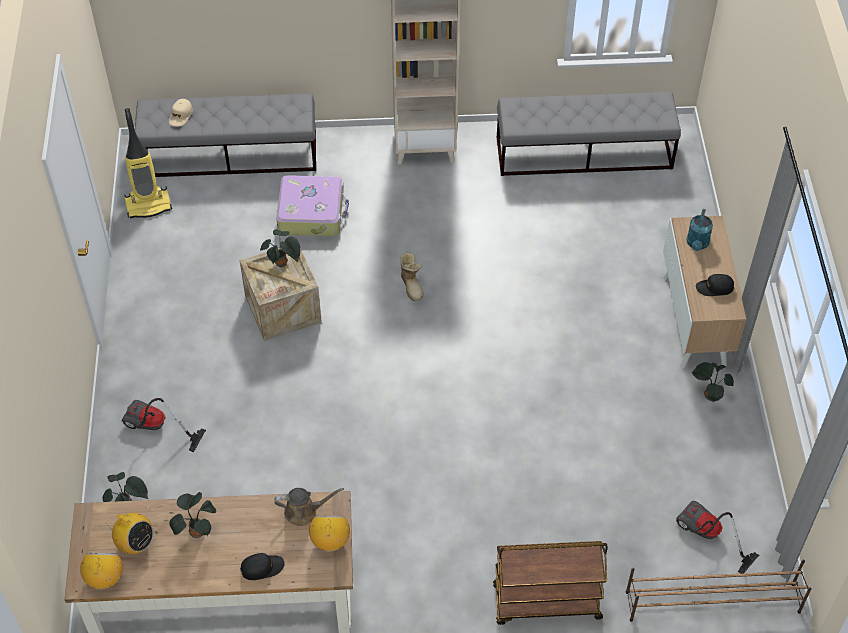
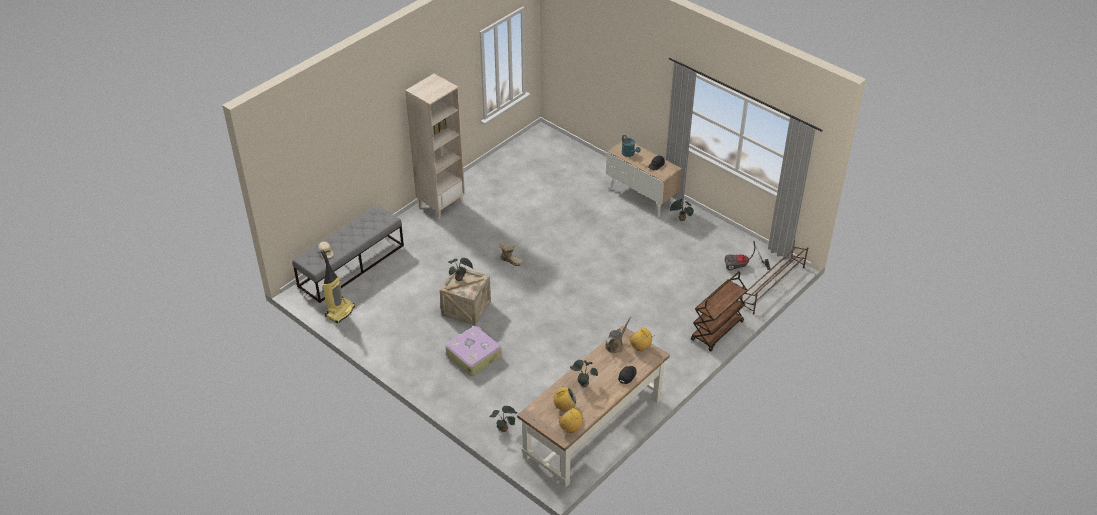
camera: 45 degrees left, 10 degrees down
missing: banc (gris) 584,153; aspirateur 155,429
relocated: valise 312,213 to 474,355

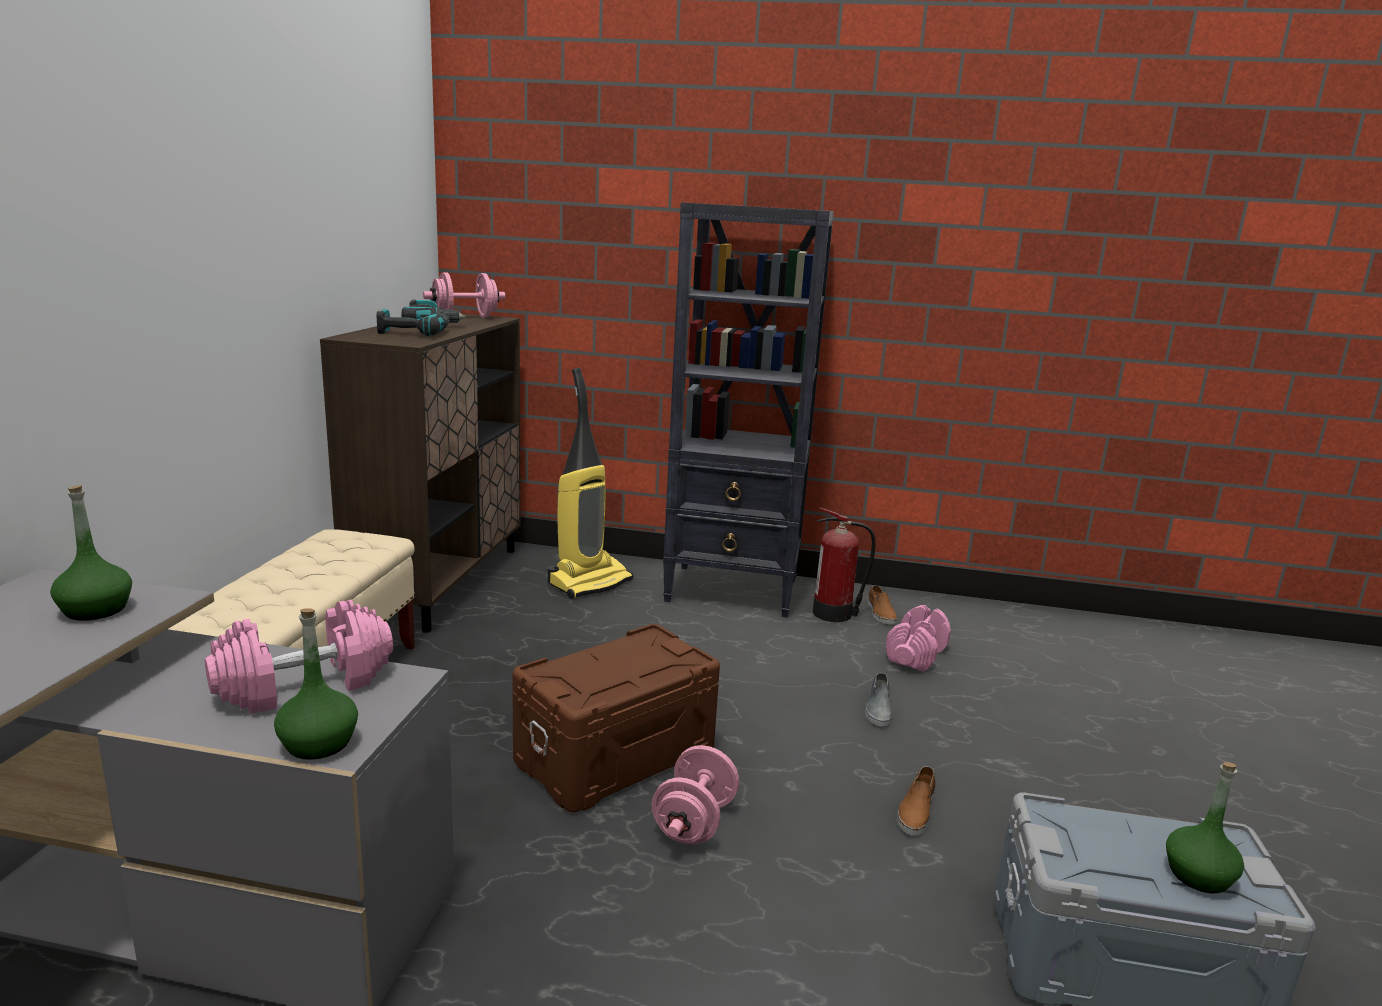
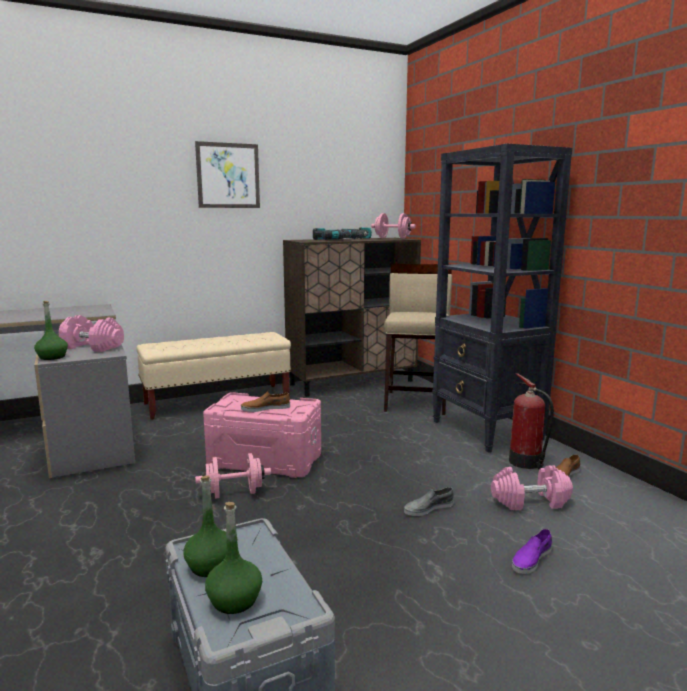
camera: 55 degrees right, 5 degrees down
appeared: tableau 228,175; chaussure (violet) 531,559
relocated: bouteille (vert) 95,610 to 210,566; chaussure (marron) 916,810 to 265,408
exchanged: aspirateur 590,582 to tabouret (beige) 416,402
colour: boîte de rangement (marron) 616,756 to boîte de rangement (rose) 265,460

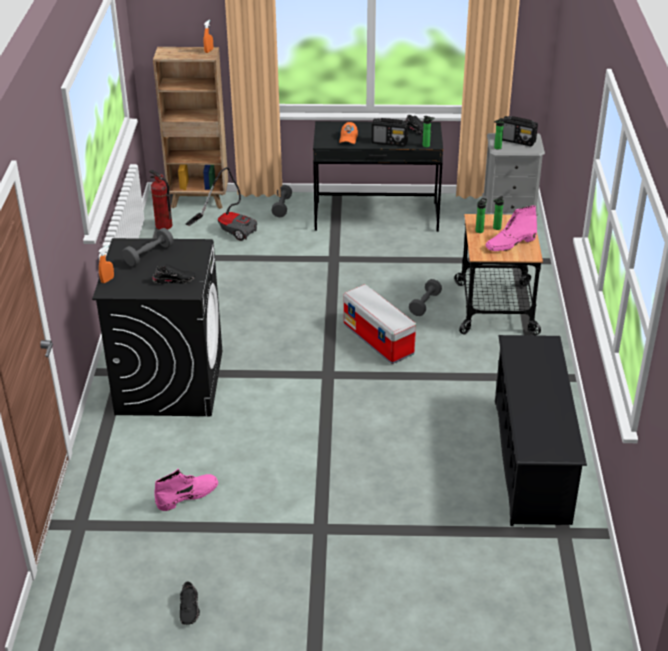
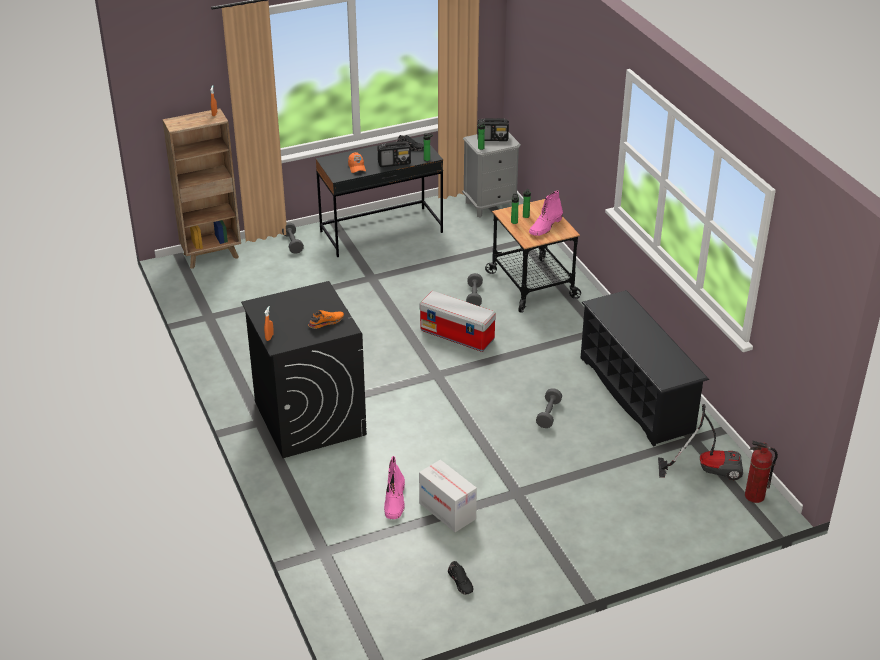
camera: 25 degrees left, 0 degrees up
appeared: carton 447,511
relocated: aspirateur 229,228 to 707,468; extincteur 163,226 to 754,496; haltère (gris) 149,255 to 548,414
colour: chaussure (noir) 174,279 to chaussure (orange) 326,322
spun: botte (rose) 188,495 = 395,501 150 degrees clockwise

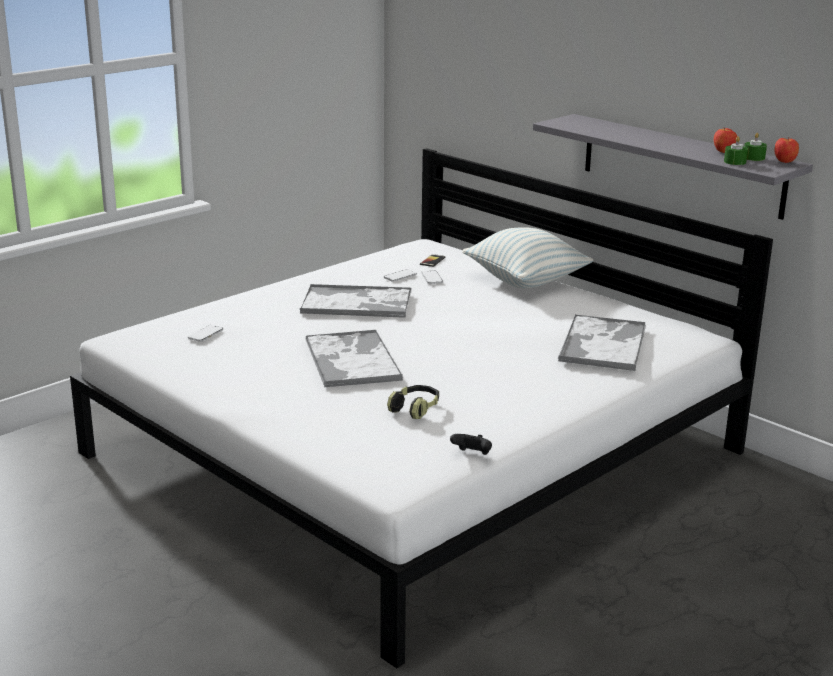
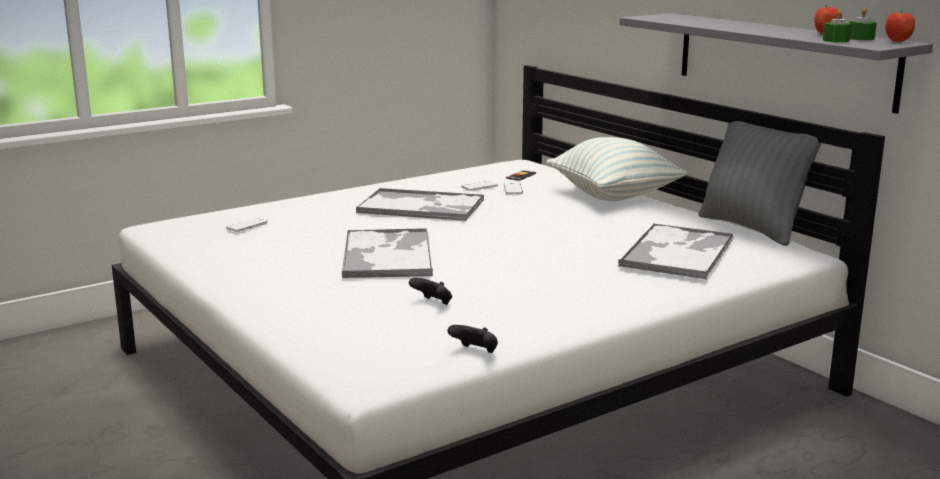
camera: 10 degrees right, 5 degrees down
appeared: coussin (gris) 752,228
exchanged: casque audio 415,409 to manette (noir) 433,303

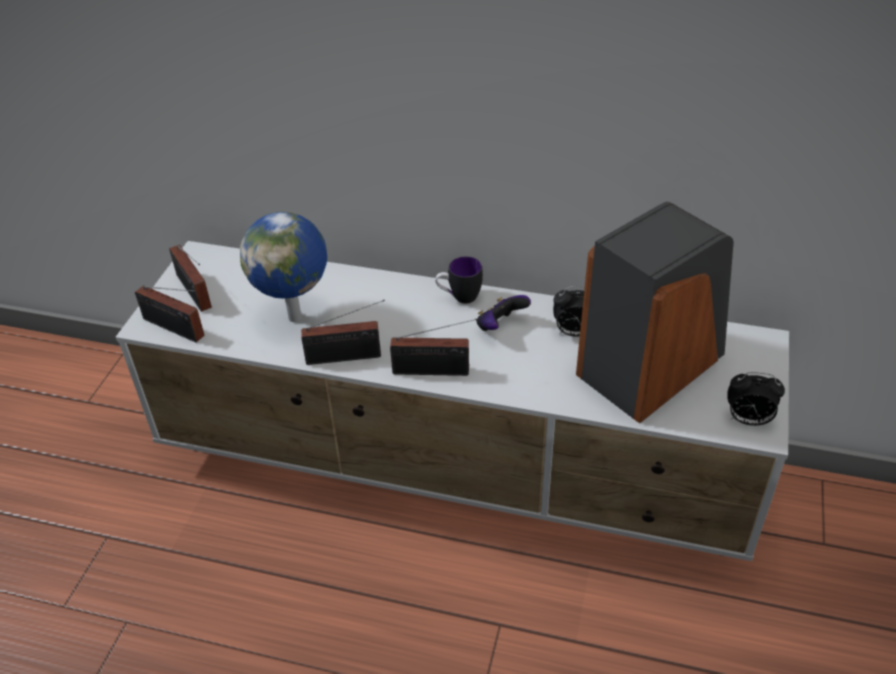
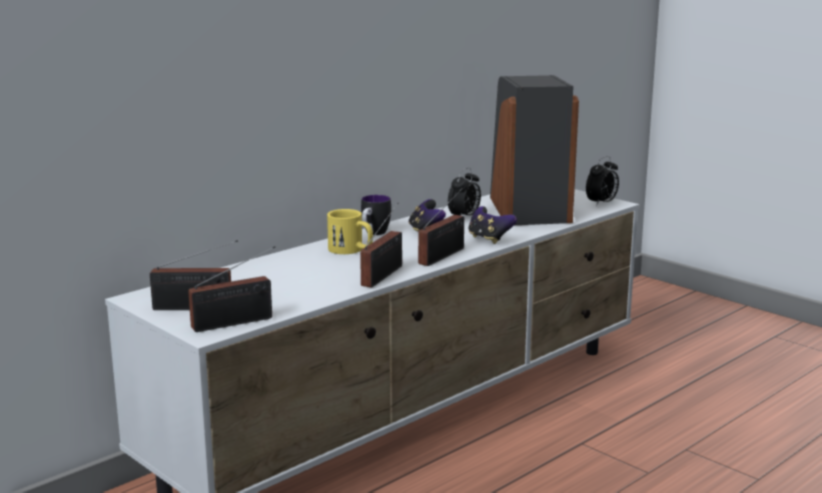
camera: 60 degrees left, 25 degrees down
missing: globe 296,317
appeared: manette 489,239; mug (jaune) 351,250

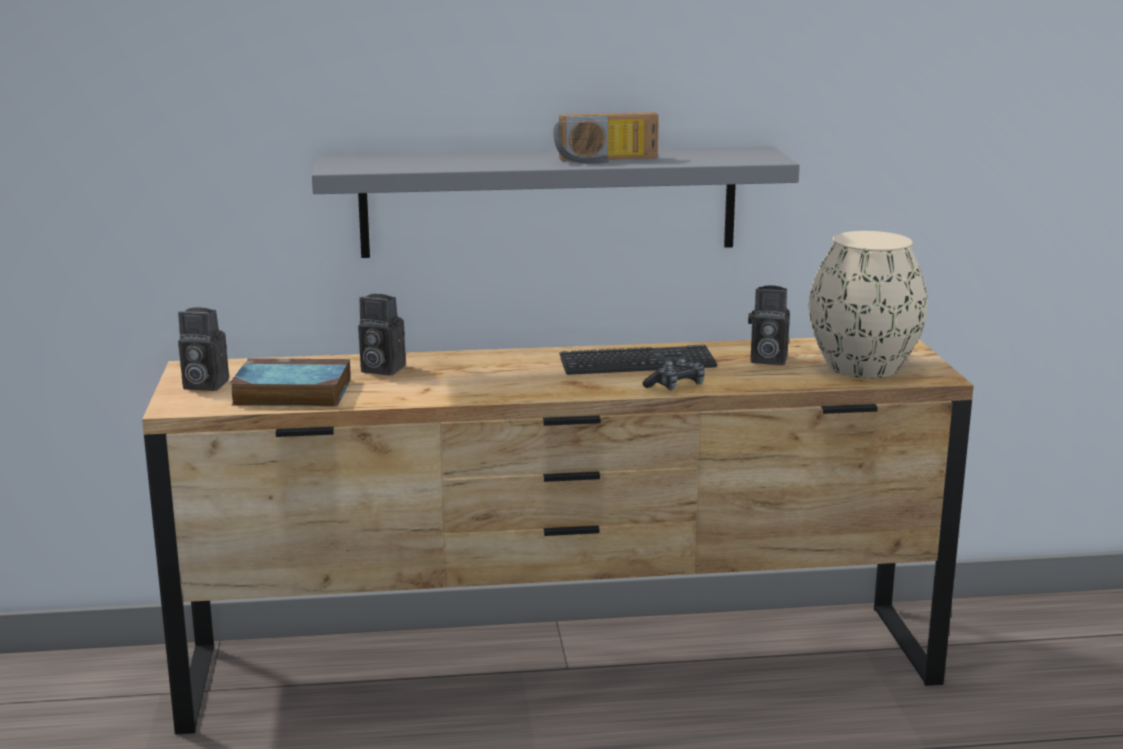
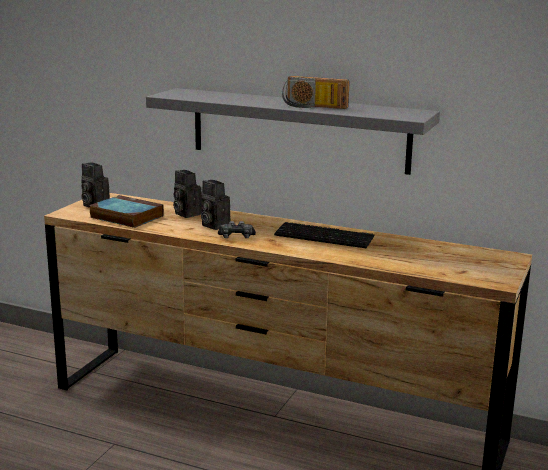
camera: 30 degrees right, 0 degrees up
missing: vase (beige) 863,367
relocated: appareil photo 766,359 to 213,225; manette 676,386 to 236,237

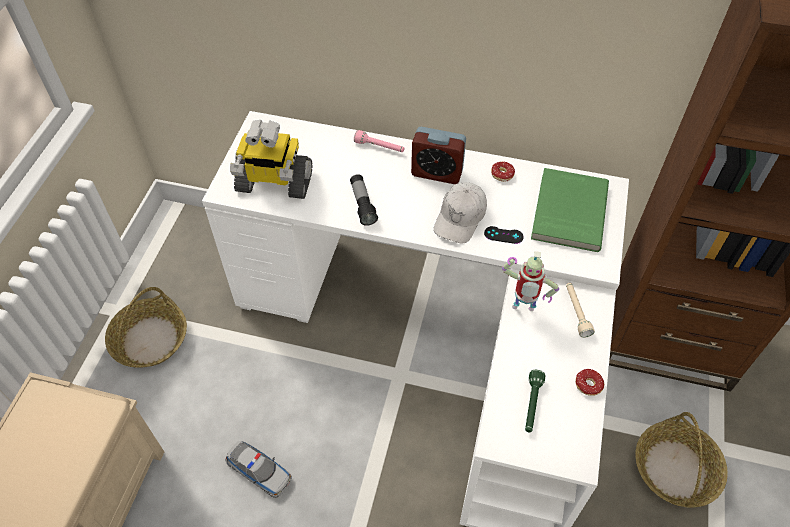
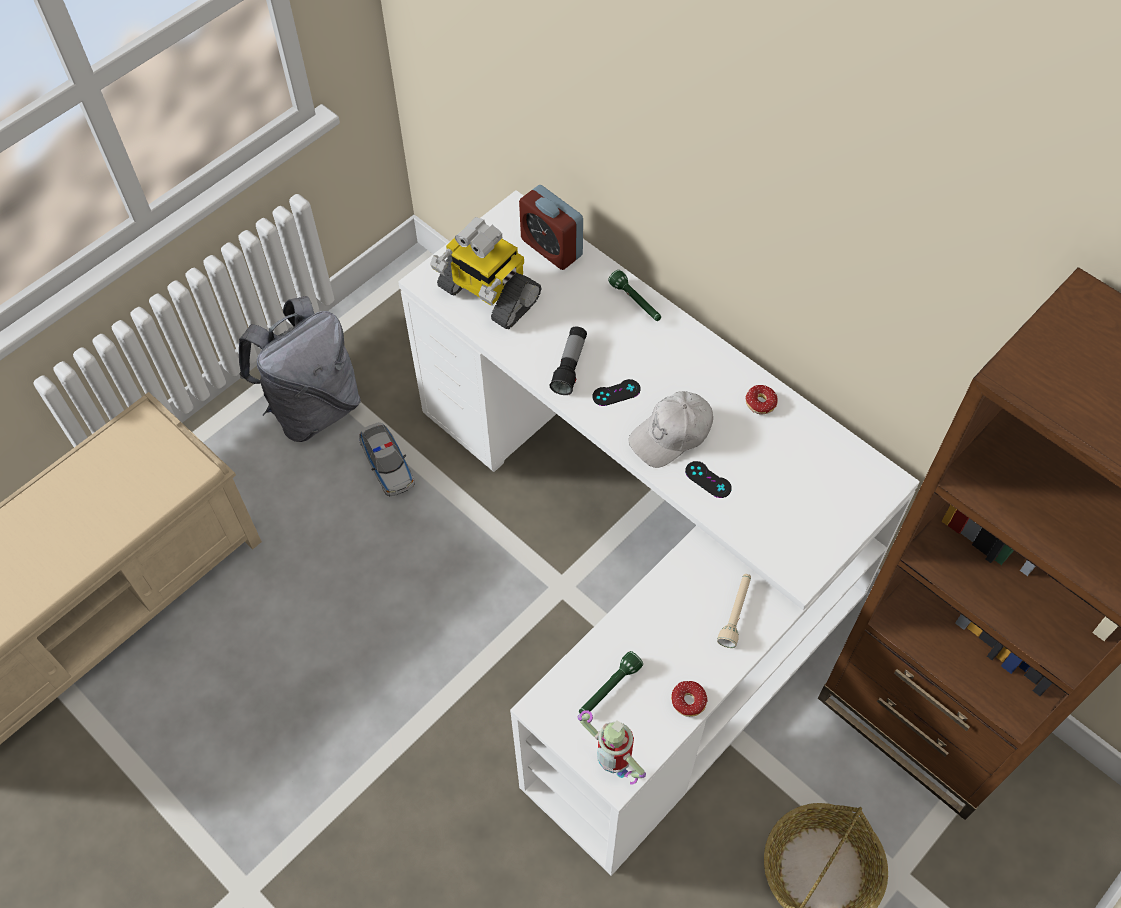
camera: 30 degrees right, 5 degrees up
missing: livre (vert) 567,211
appeared: manette (noir) 616,393
relocated: réveil 437,172 to 551,248; robot jouet 522,310 to 611,769; petite voiture 259,471 to 387,464
exchanged: panier 150,339 to sac à dos (gris) 313,408
colour: lampe de poche (rose) 379,147 to lampe de poche (vert) 636,302

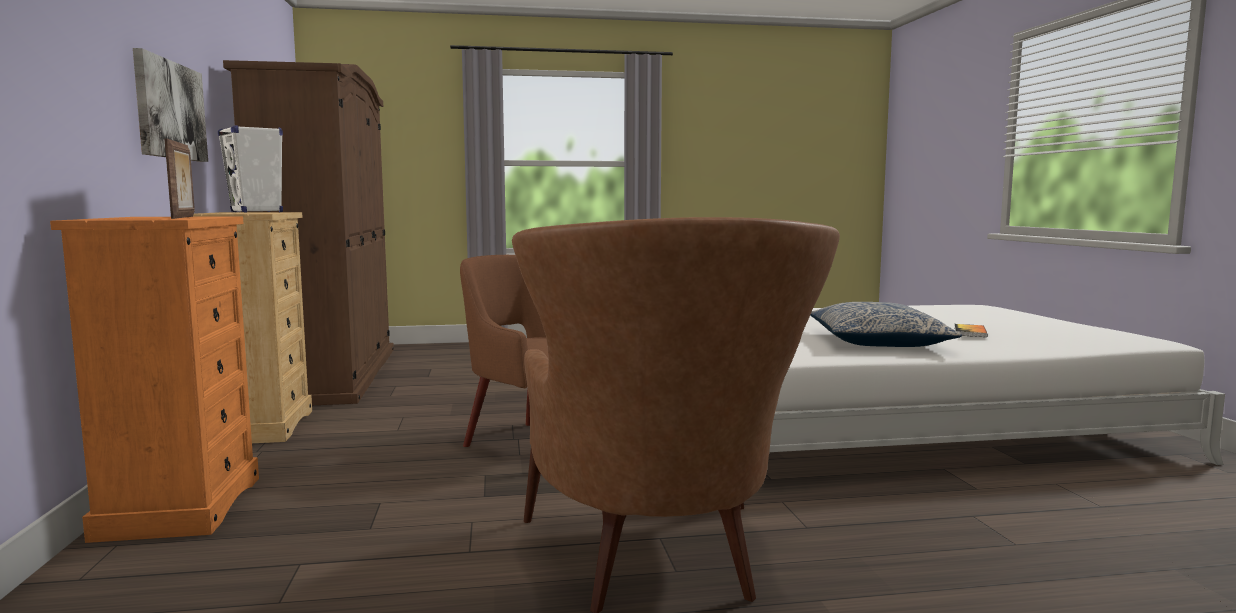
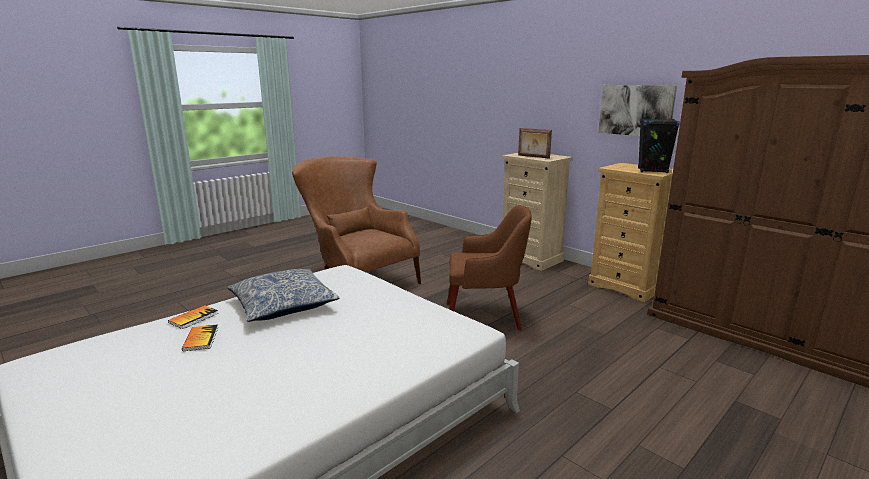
camera: 145 degrees right, 10 degrees up
appeared: livre 194,318
colour: enceinte (blanc) 256,212 to enceinte (noir) 652,171; commode (orange) 180,507 to commode (beige) 531,259

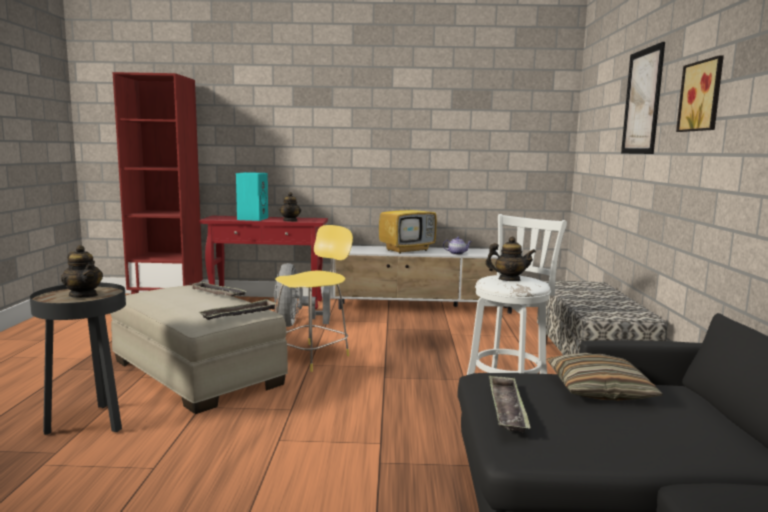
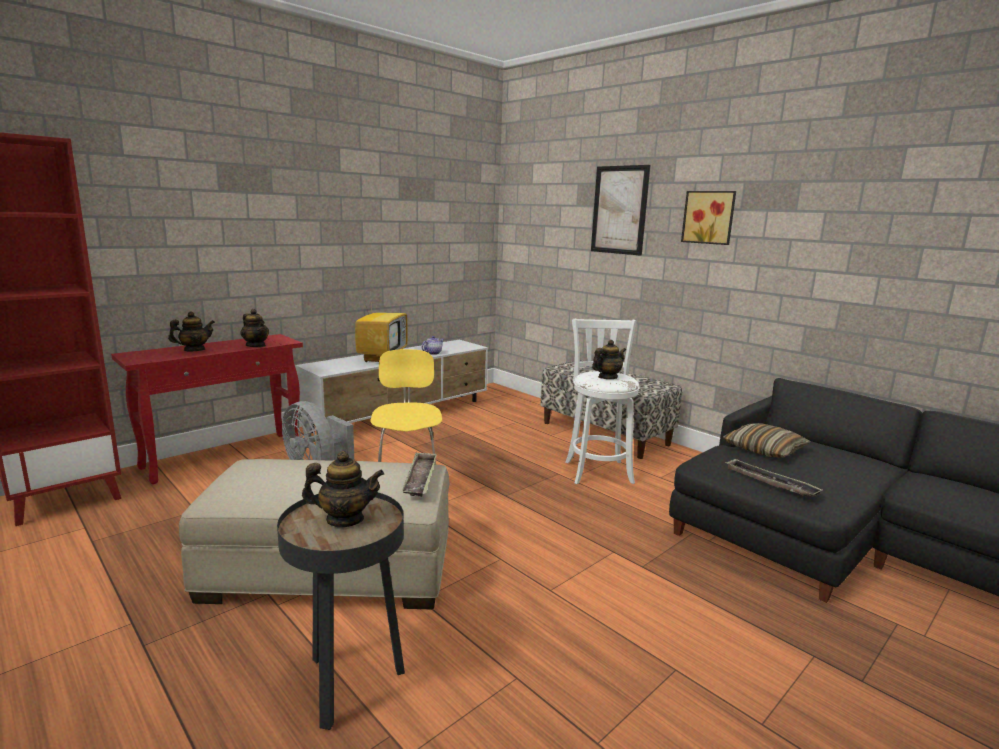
camera: 45 degrees left, 5 degrees up
missing: plateau 218,293
exchanged: enceinte (turquoise) 252,218 to théière 194,350

